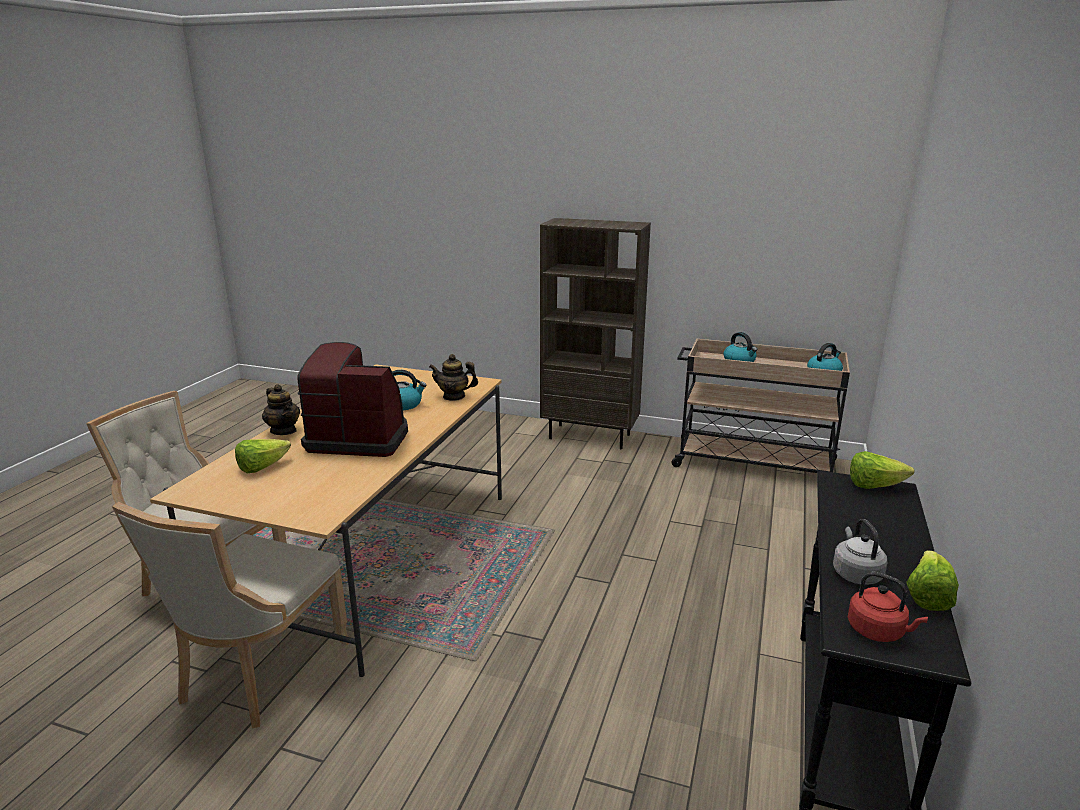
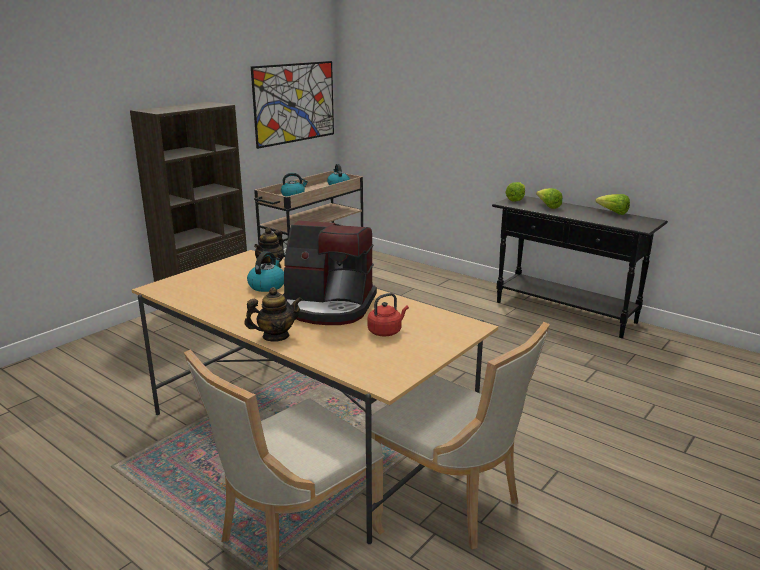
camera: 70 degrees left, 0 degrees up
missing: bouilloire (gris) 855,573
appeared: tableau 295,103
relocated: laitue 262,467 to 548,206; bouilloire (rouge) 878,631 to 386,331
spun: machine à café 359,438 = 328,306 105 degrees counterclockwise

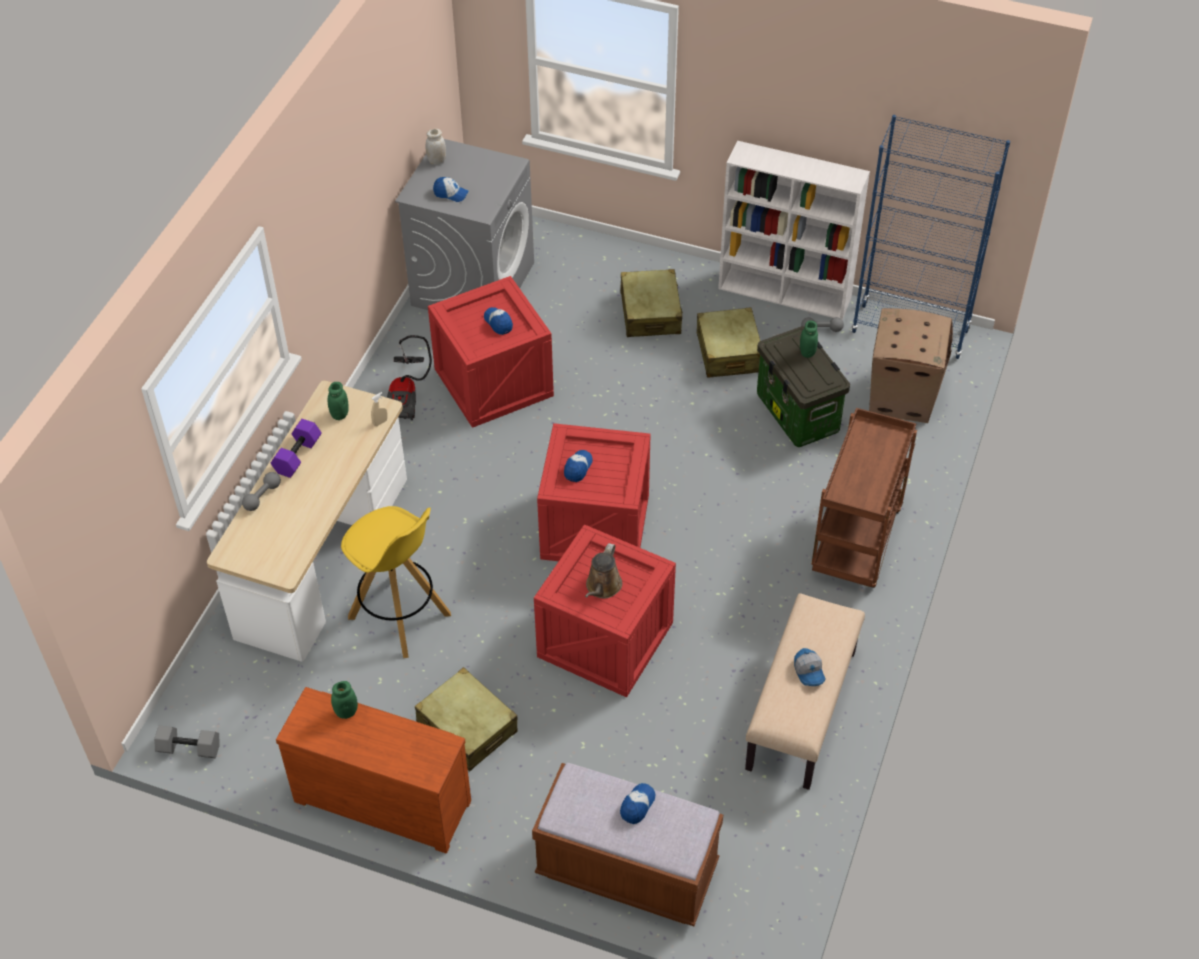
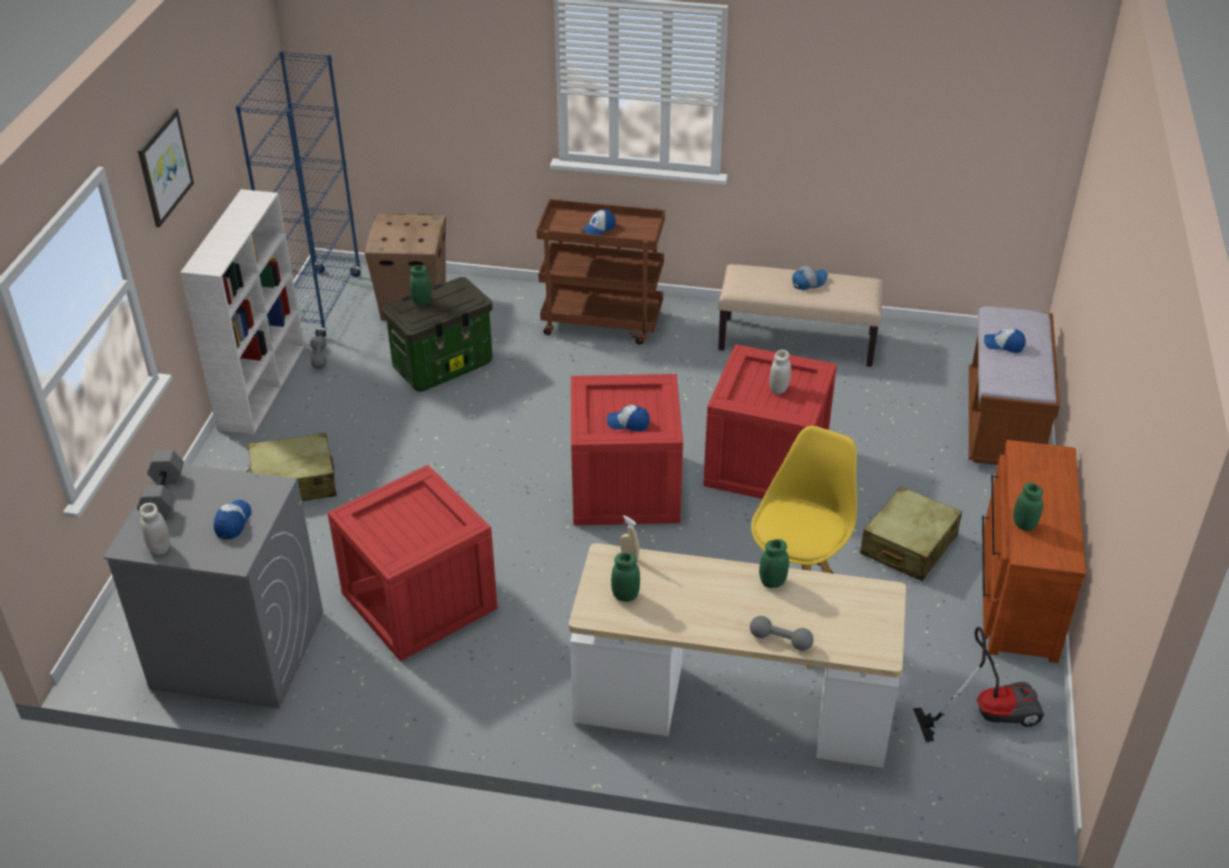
camera: 100 degrees left, 10 degrees down
missing: valise (beige) 728,352; haltère (violet) 298,456
appeared: tableau 164,167; bocal (vert) 772,582
relocated: casquette 498,323 to 598,229; aspirateur 407,396 to 987,713; haltère (gris) 188,749 to 164,496
exchanged: arrosoir (marron) 602,587 to bocal (blanc) 779,389

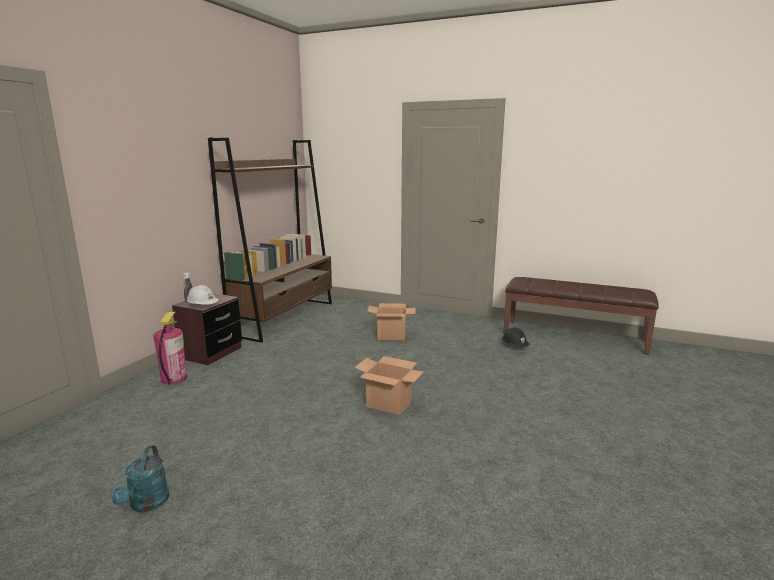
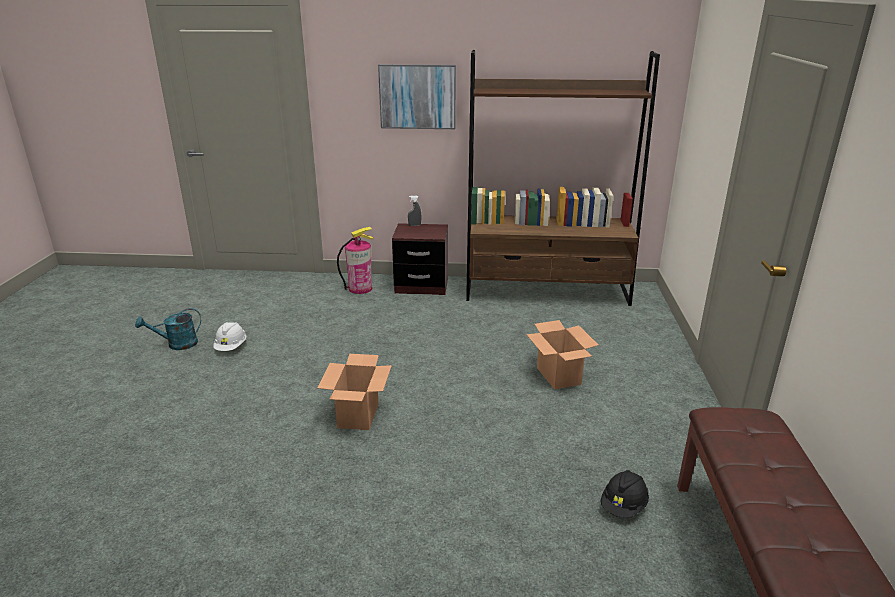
camera: 70 degrees right, 10 degrees up
appeared: tableau 417,96
relocated: casque de chantier (blanc) 203,306 to 231,347

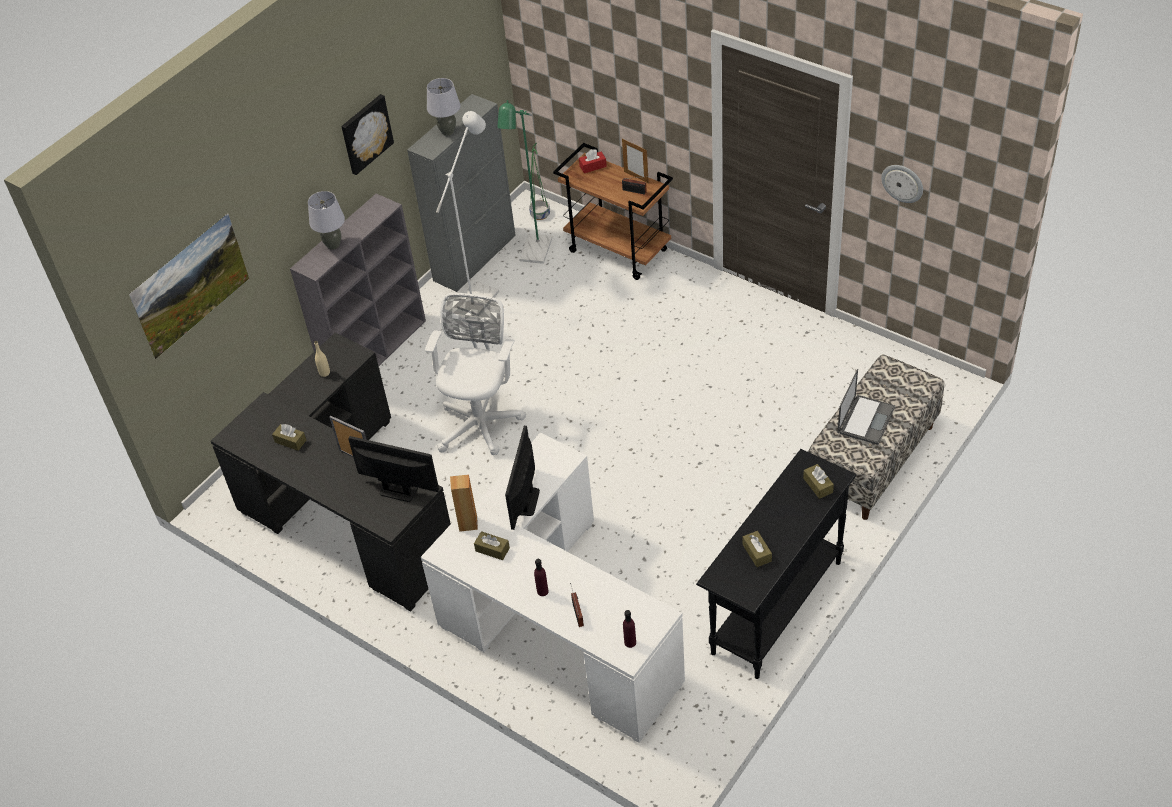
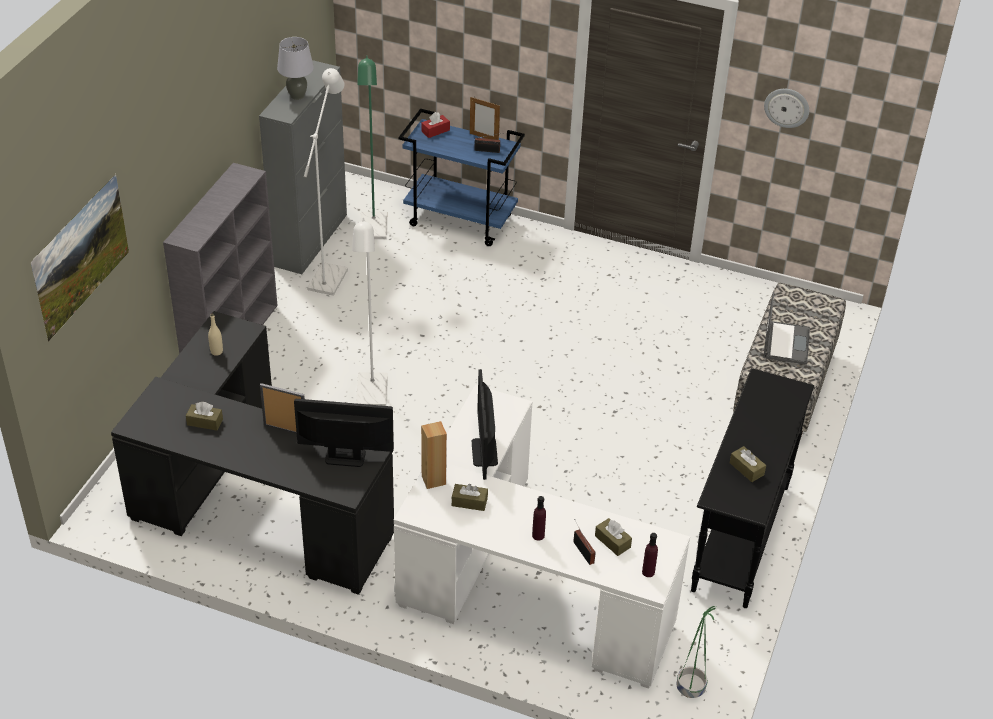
camera: 20 degrees left, 5 degrees down
missing: tableau 365,133; lampe de table (gris) 333,245
relocated: cache-pot (vert) 540,214 to 691,688; boîte à mouchoirs (marron) 818,485 to 612,541
exchanged: chaise de bureau (blanc) 481,421 to lampadaire (blanc) 371,397
colour: chariot (marron) 619,251 to chariot (bleu) 461,220

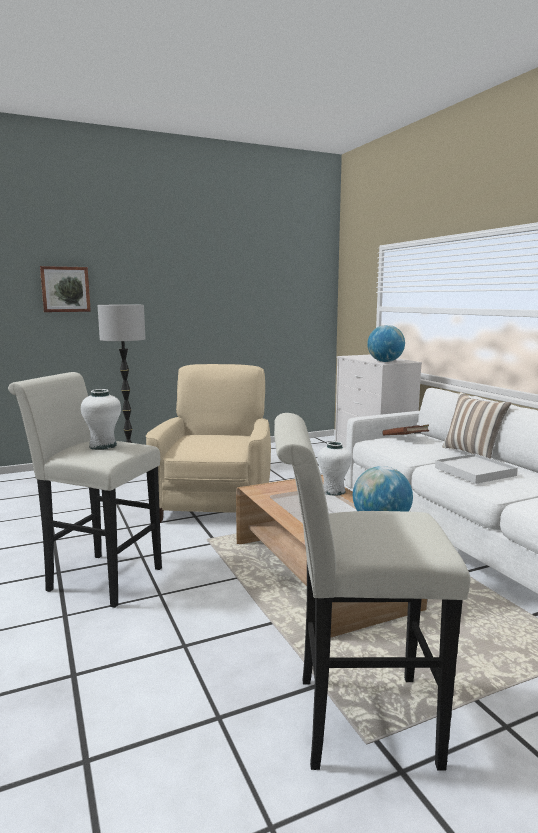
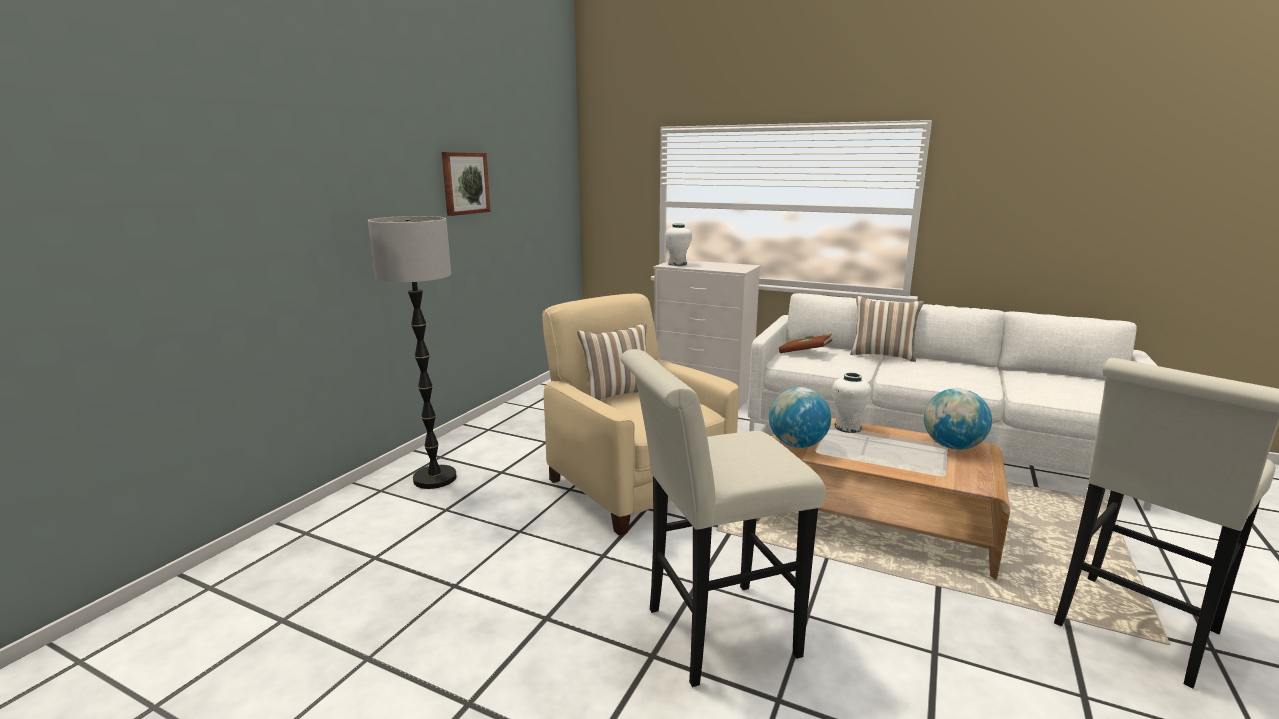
camera: 40 degrees left, 5 degrees up
missing: plateau (blanc) 474,472
appeared: coussin 617,394
relocated: tableau 65,289 to 465,183; globe 385,362 to 797,444; vase (blanc) 103,446 to 677,264

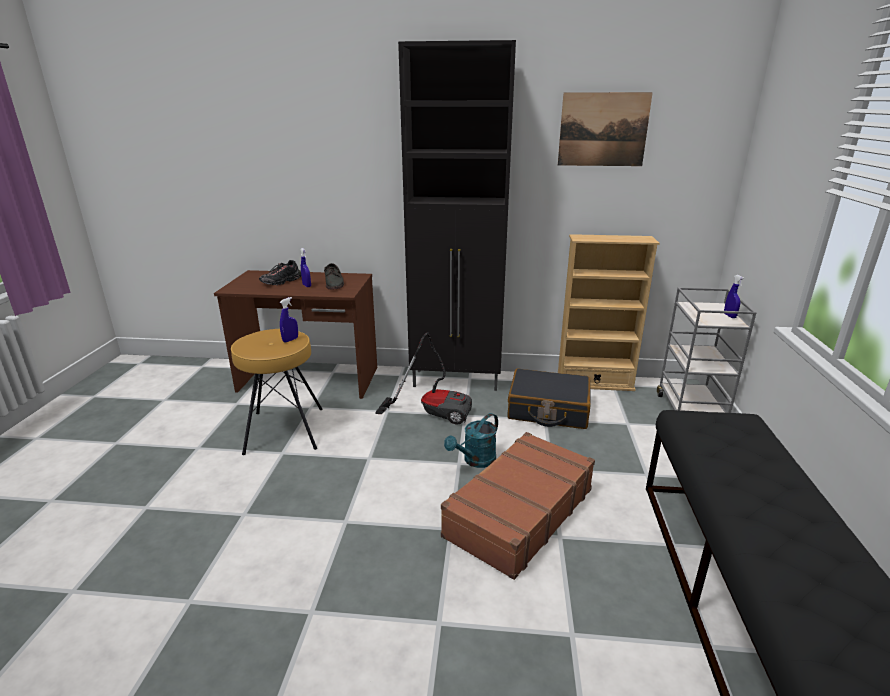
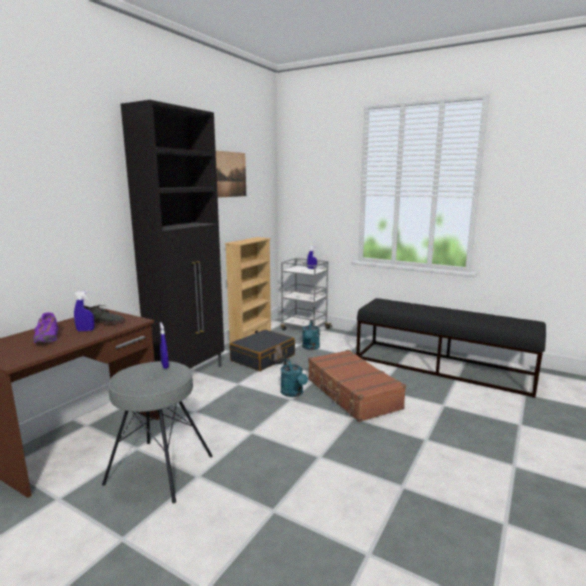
camera: 65 degrees left, 10 degrees down
missing: aspirateur 434,411
appeared: arrosoir (turquoise) 310,348
colour: chaussure (noir) 281,282 to chaussure (violet) 47,338; tabouret (marron) 284,430 to tabouret (gris) 159,470

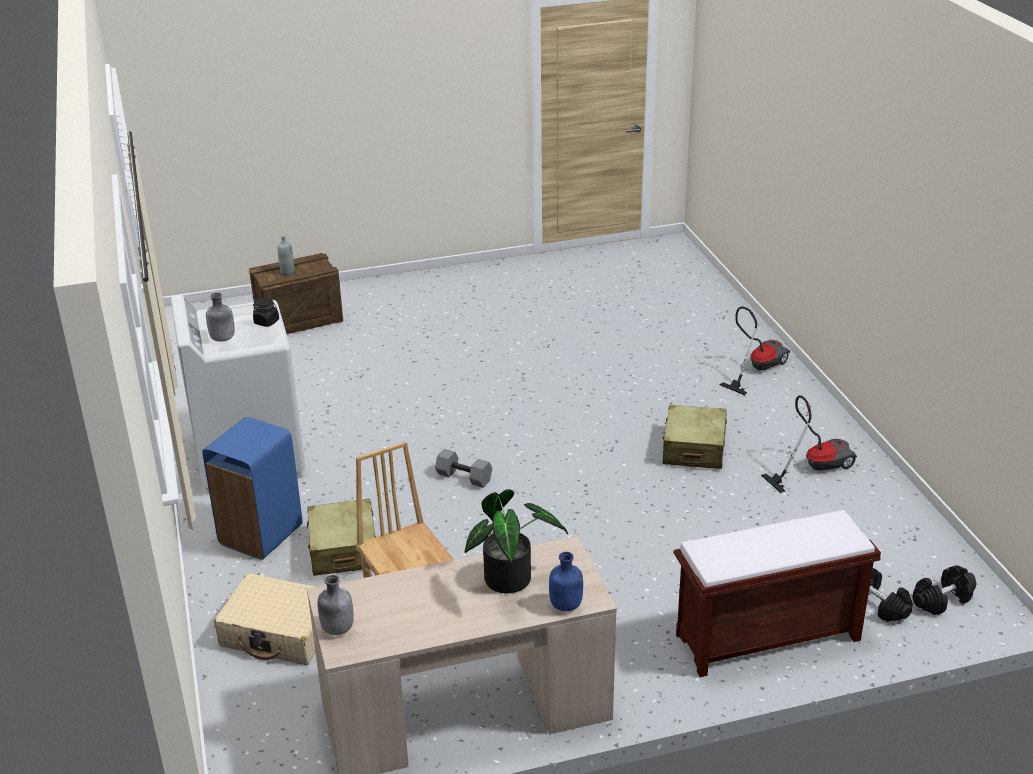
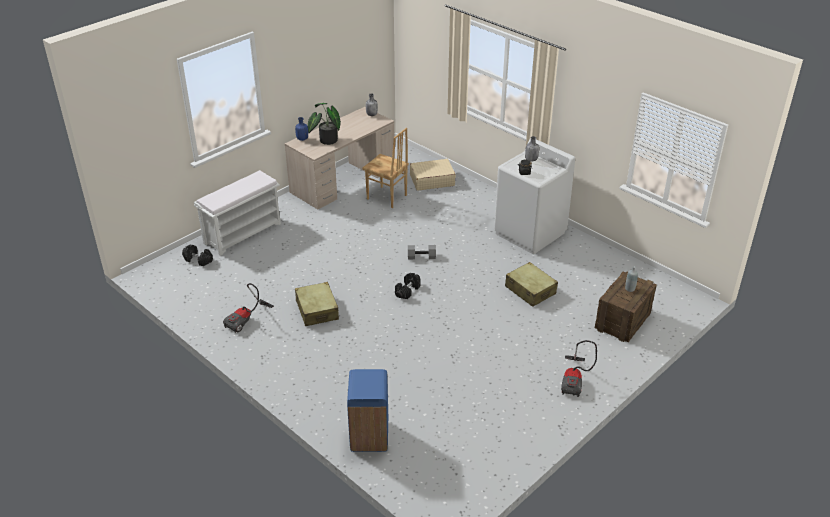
camera: 150 degrees right, 5 degrees up
relocated: aspirateur 757,368 to 574,381; poubelle (bleu) 262,534 to 369,436; valise (beige) 343,550 to 530,290; haltère (noir) 942,600 to 407,291
colour: banc (marron) 766,638 to banc (blanc) 243,233

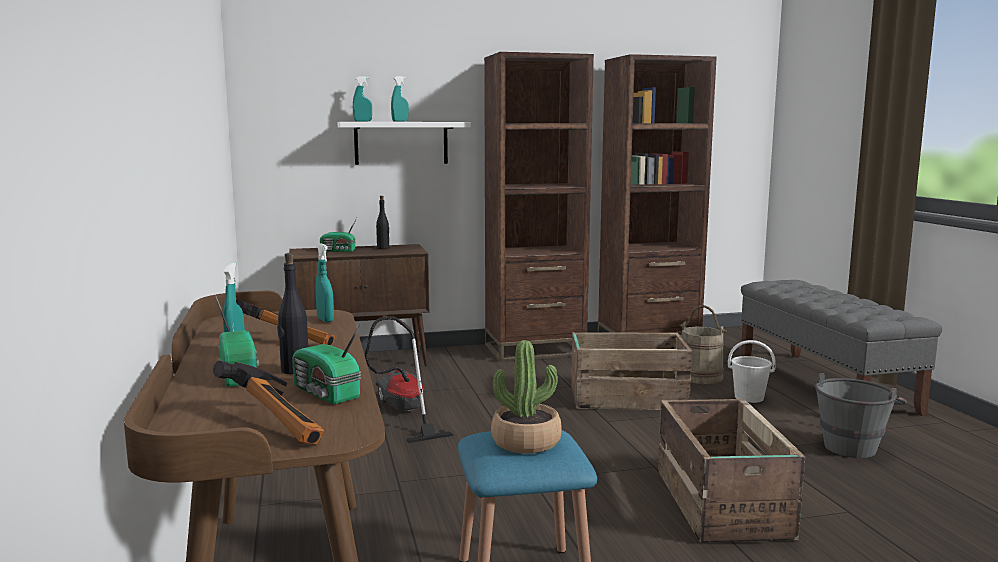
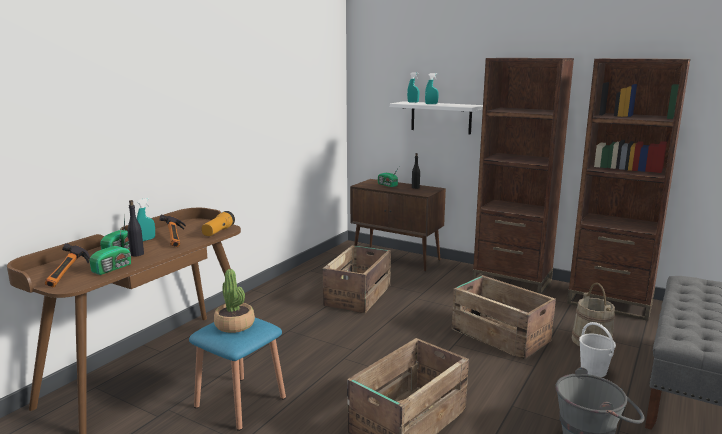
camera: 45 degrees right, 5 degrees up
exchanged: vaporisateur (turquoise) 325,320 to lampe de poche 218,232; aspirateur 403,413 to caisse 359,295
spun: radio 325,393 = 113,268 150 degrees counterclockwise

